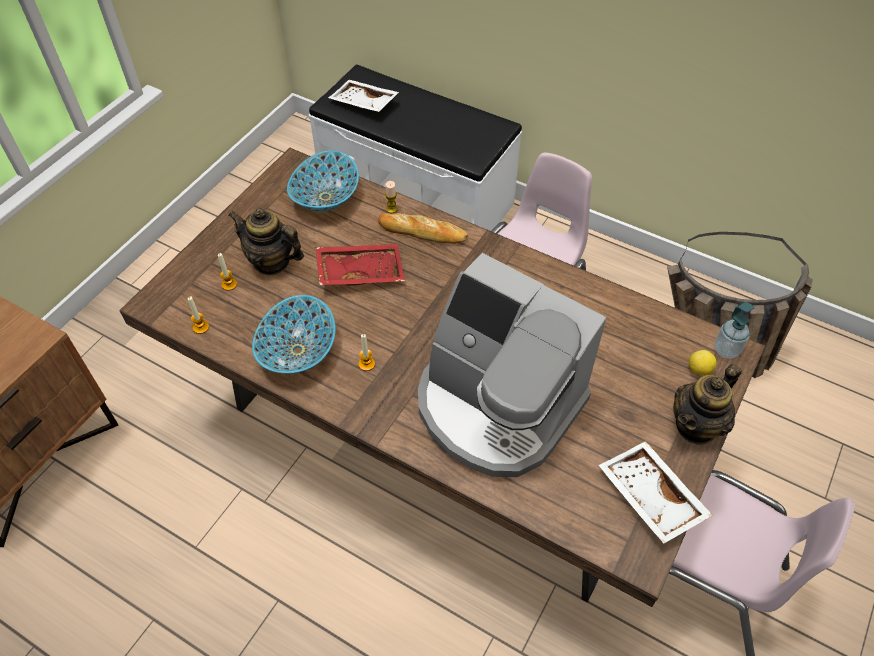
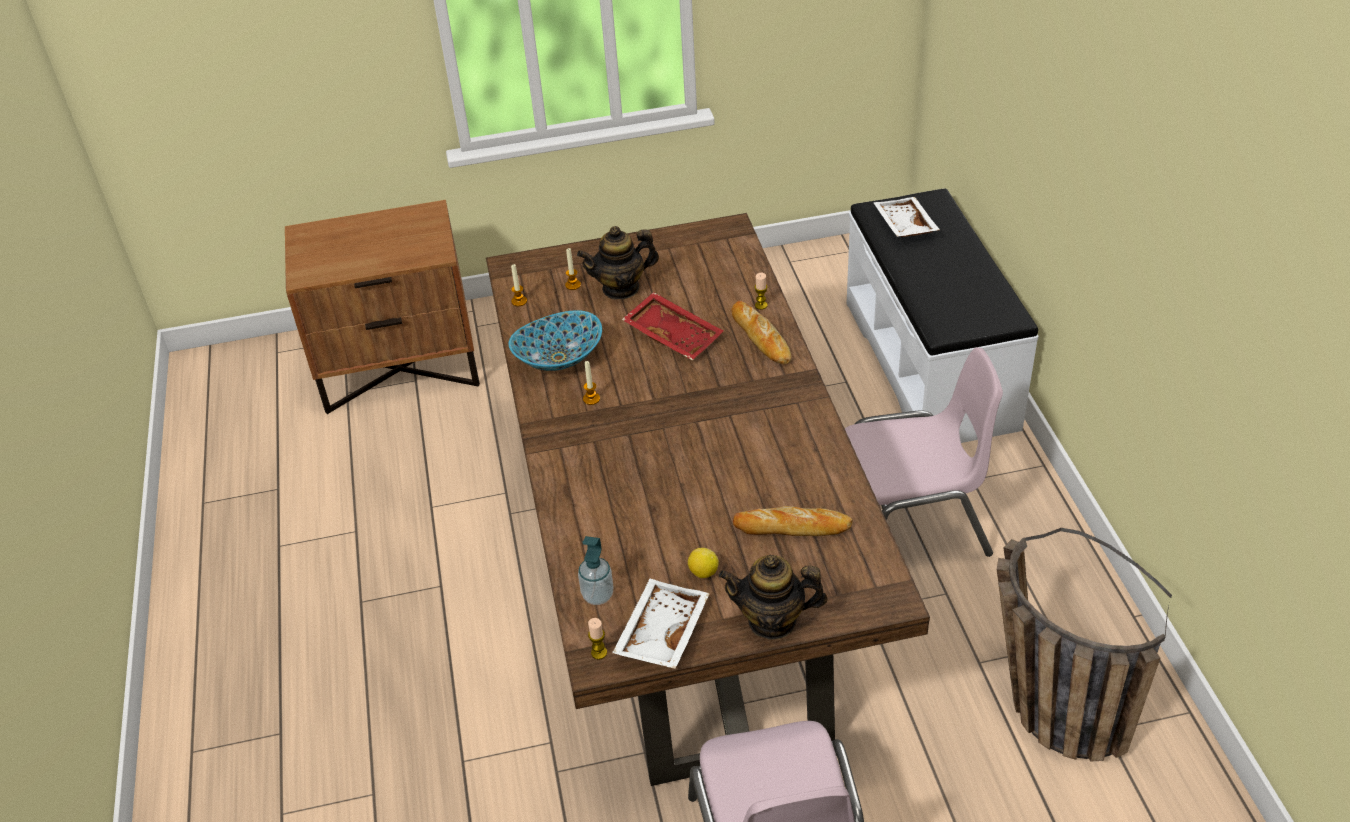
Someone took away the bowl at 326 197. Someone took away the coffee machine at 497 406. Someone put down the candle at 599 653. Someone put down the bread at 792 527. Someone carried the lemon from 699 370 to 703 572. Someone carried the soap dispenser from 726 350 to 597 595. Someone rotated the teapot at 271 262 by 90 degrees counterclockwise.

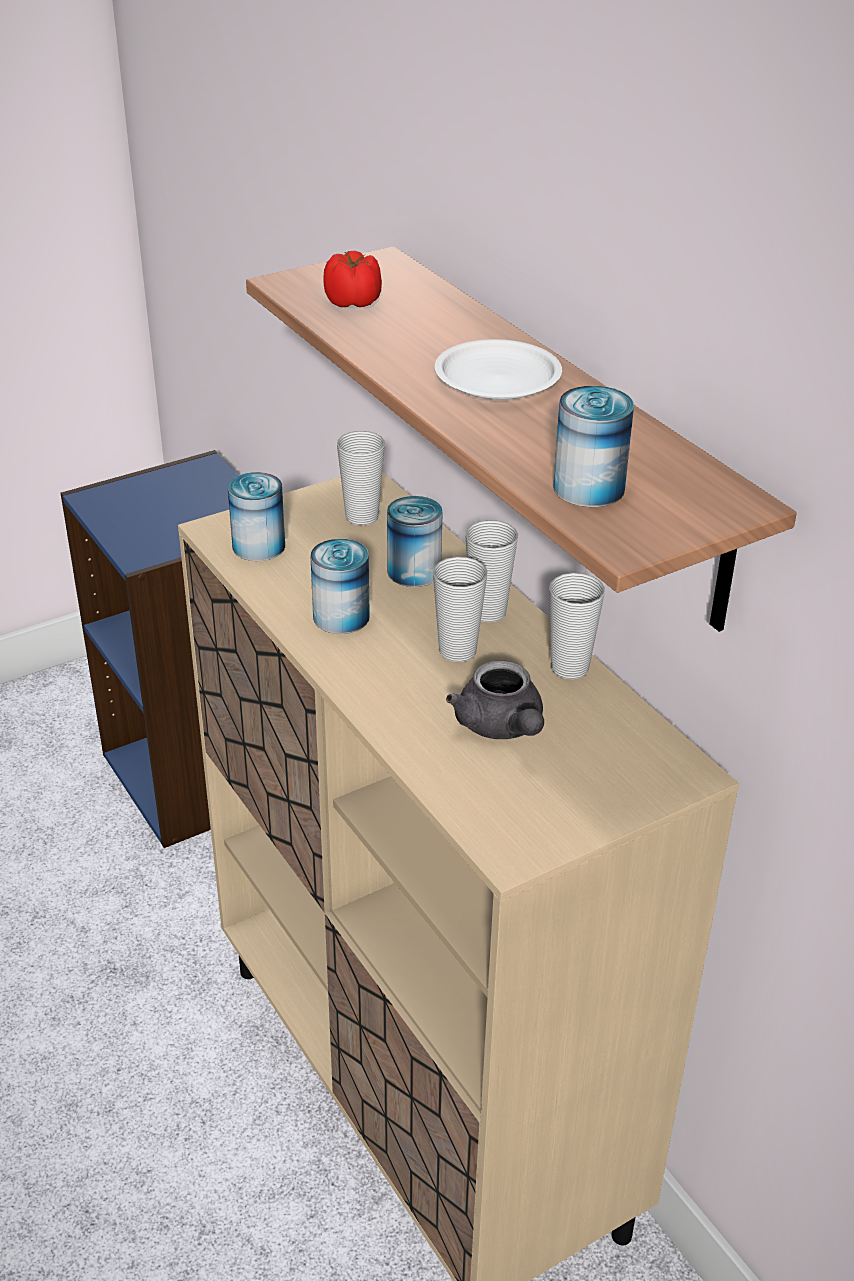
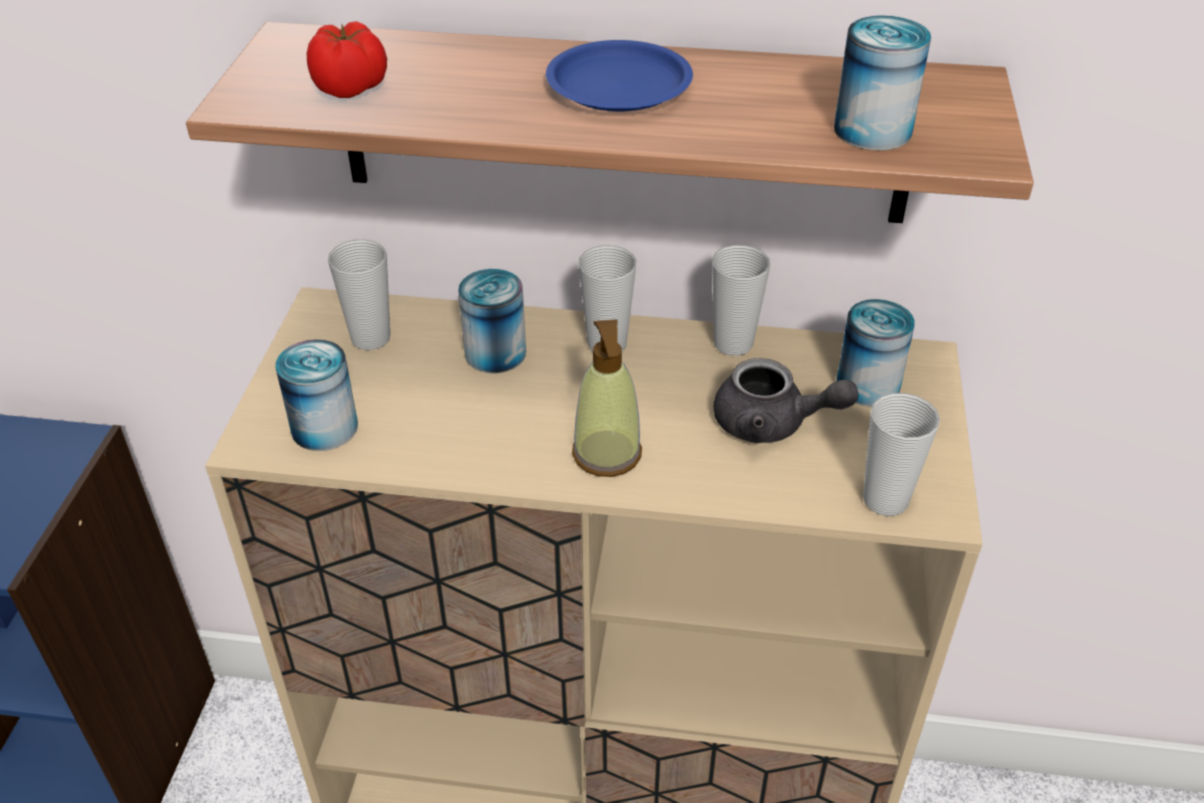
Someone put down the soap dispenser at 607 454. Someone carried the can from 341 617 to 867 385. Someone carried the cup from 457 651 to 885 500. Someone repainted the white plate at 498 379, which became the blue plate at 620 86.

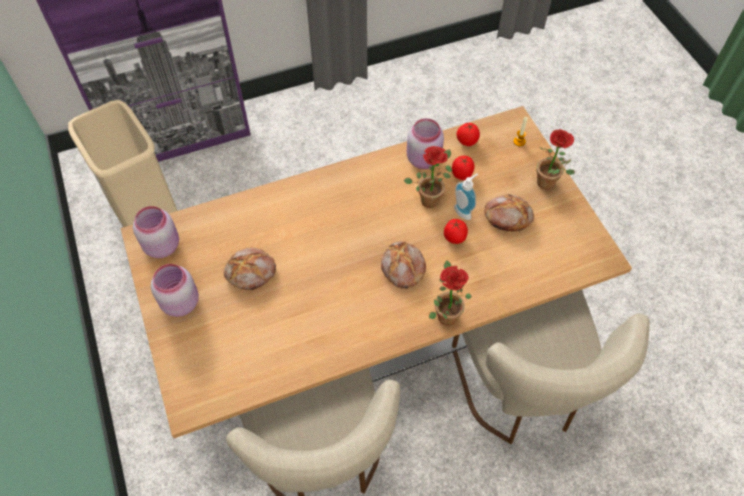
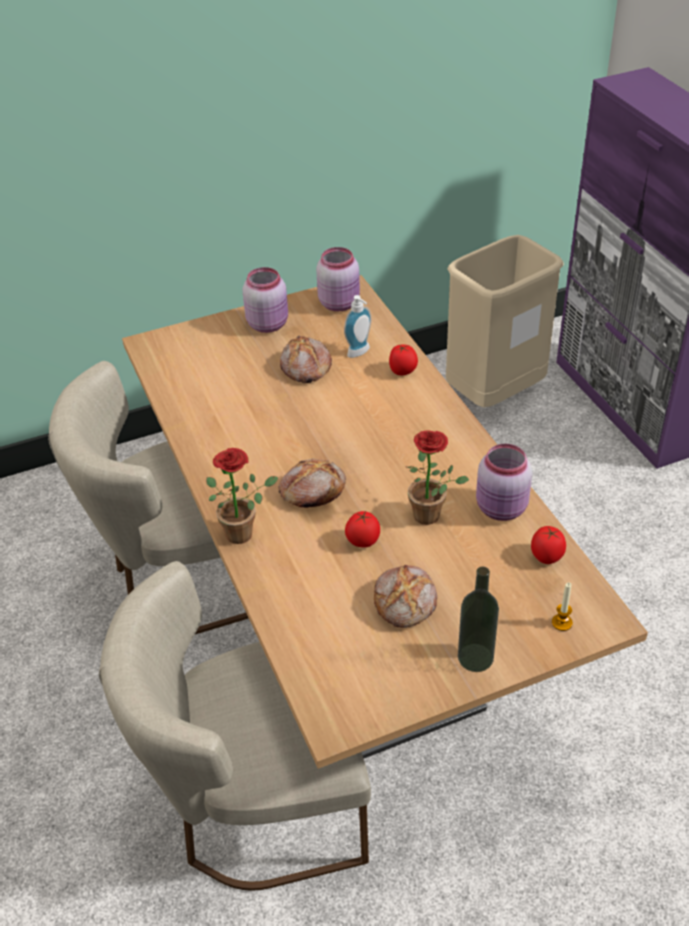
Someone carried the tomato from 462 174 to 403 371. Someone carried the soap dispenser from 464 211 to 360 353. Someone swapped the potted plant at 548 184 for the bottle at 475 657.

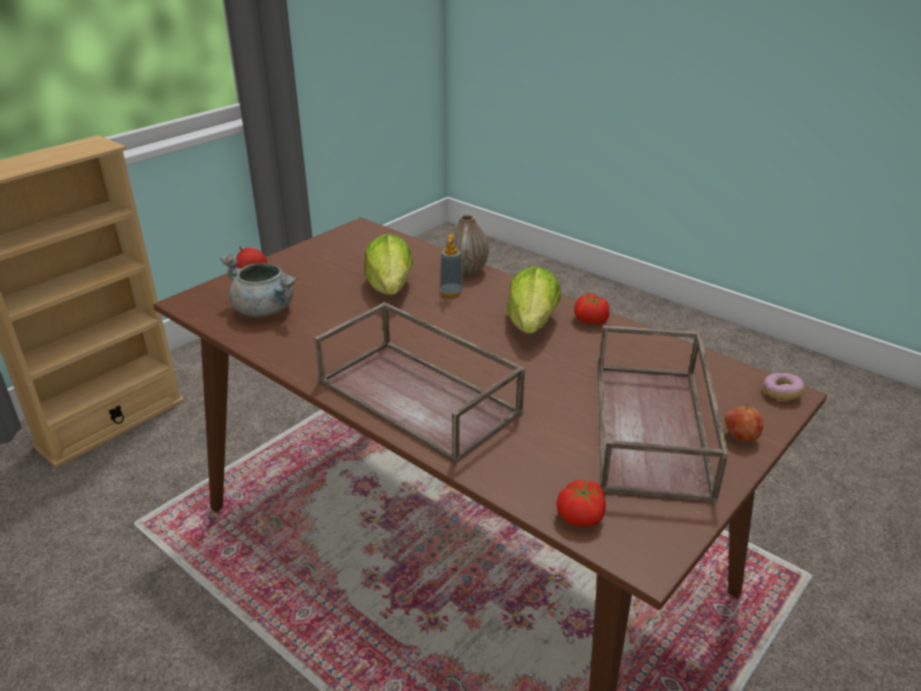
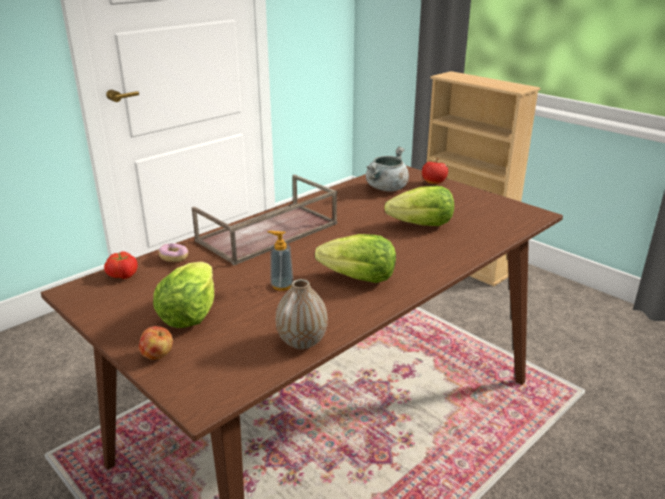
Someone took away the tomato at 590 320. Someone carried the soap dispenser from 451 292 to 282 286. Someone carried the vase from 467 270 to 302 341. Someone carried the donut from 781 393 to 174 258. Someone swapped the brown tray at 653 430 for the lettuce at 189 315.

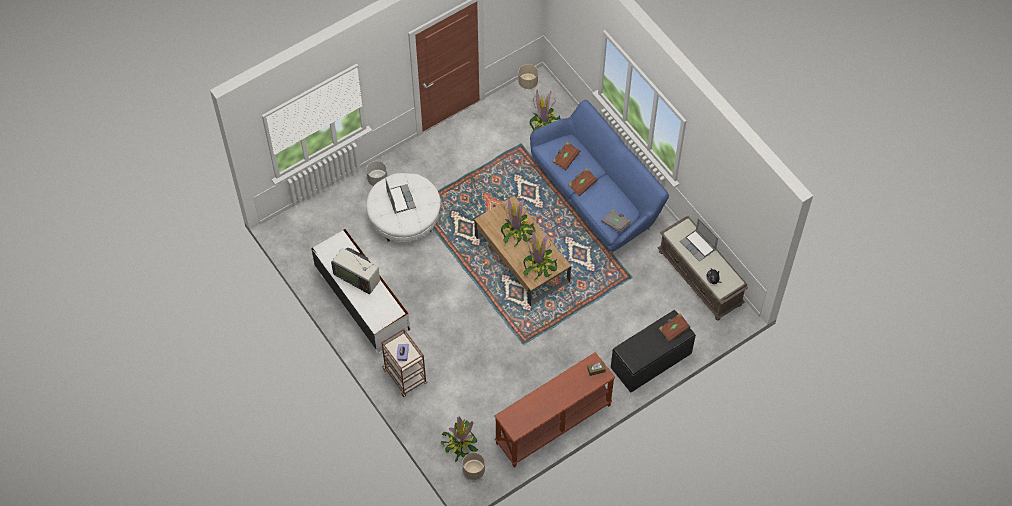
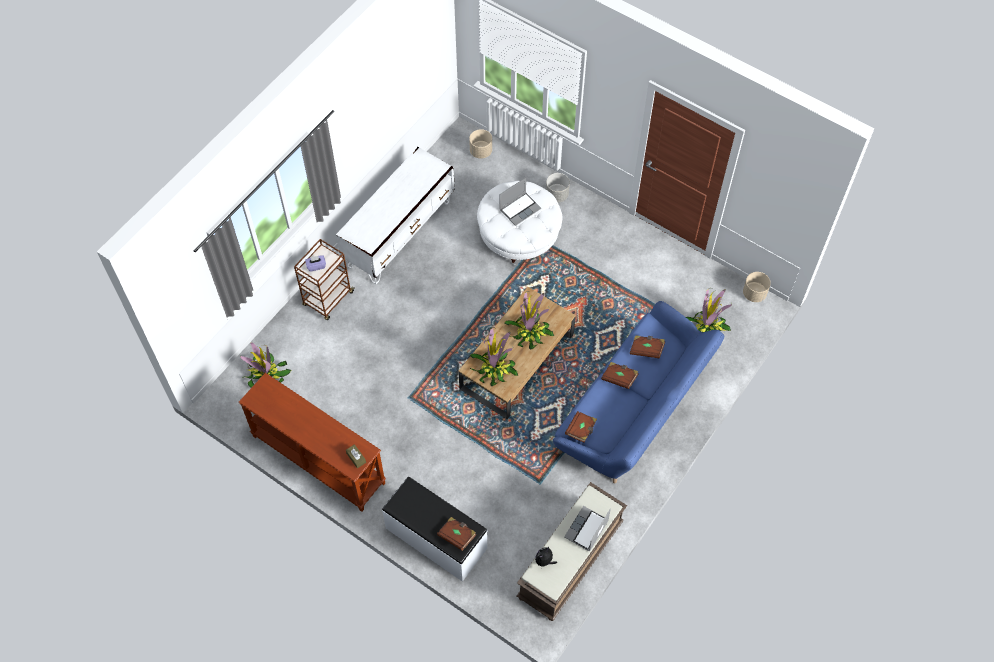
Someone took away the television at 357 276. Someone carried the beige planter from 474 470 to 481 151. Someone repainted the grey book at 616 224, which became the brown book at 581 430. Someone repainted the black bench at 651 361, which became the white bench at 436 539.

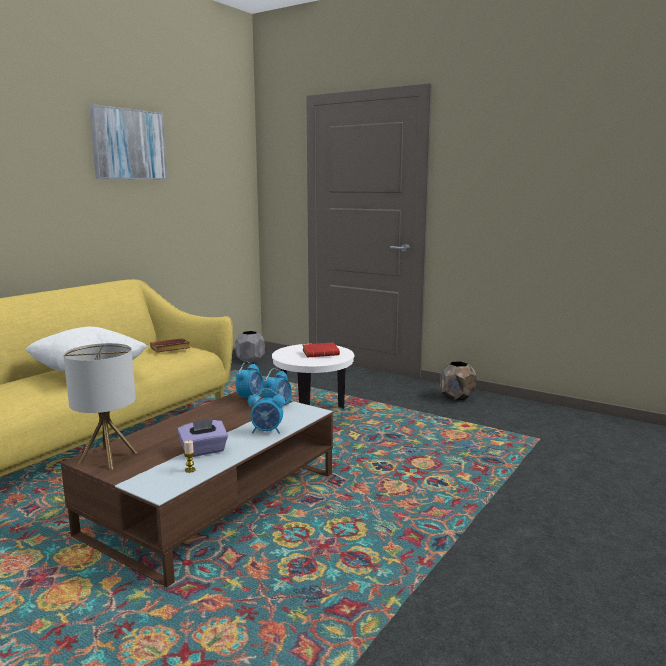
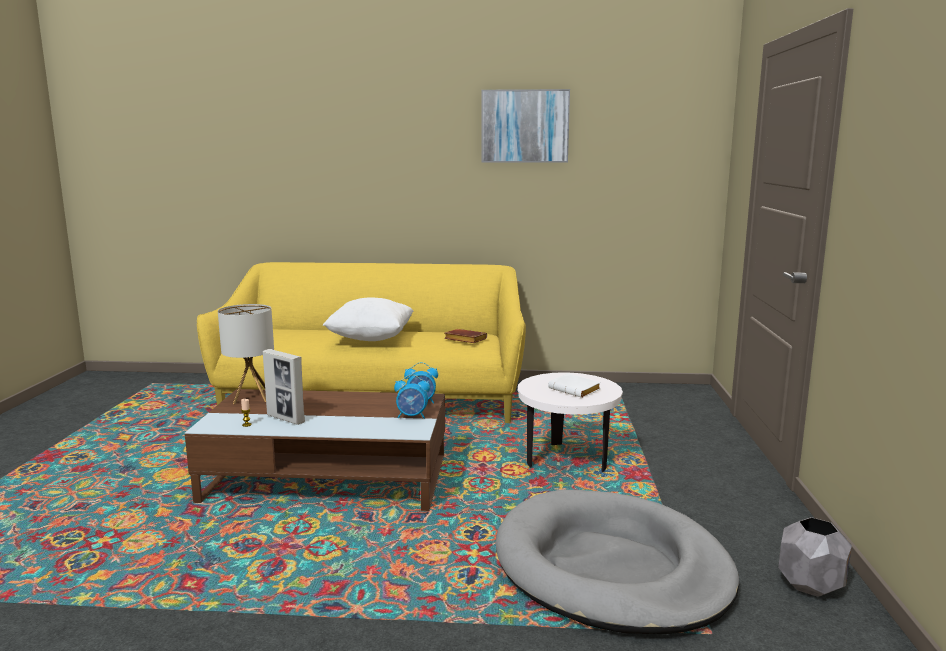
Someone took away the alarm clock at 267 431. Someone took away the brown planter at 457 397. Someone put down the grey dog bed at 611 568. Someone carried the grey planter from 250 360 to 811 585. Someone swapped the purple tissue box at 203 451 for the picture frame at 285 419. Someone repainted the red book at 321 353, which became the white book at 576 390.

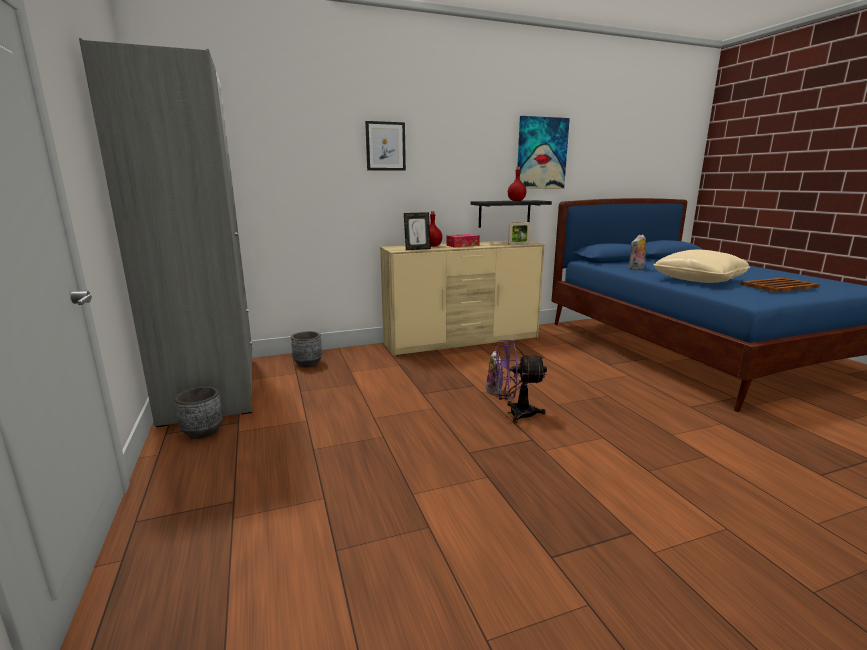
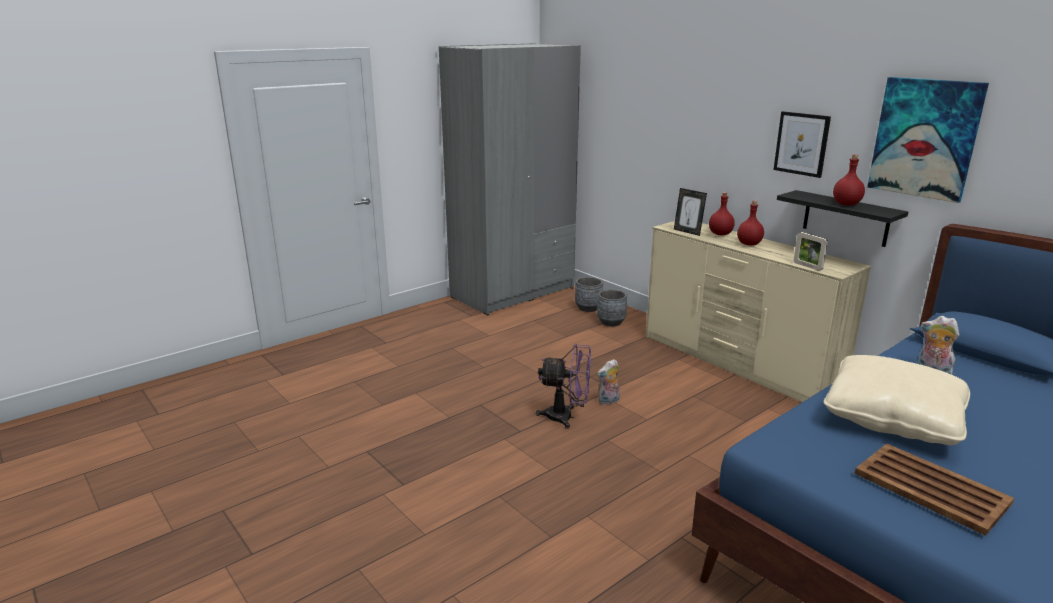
Someone carried the grey planter from 203 432 to 611 322. Someone carried the picture from 385 146 to 801 144. Someone swapped the tissue box at 462 245 for the red bottle at 749 244. Someone rotated the purple fan at 515 413 by 120 degrees clockwise.

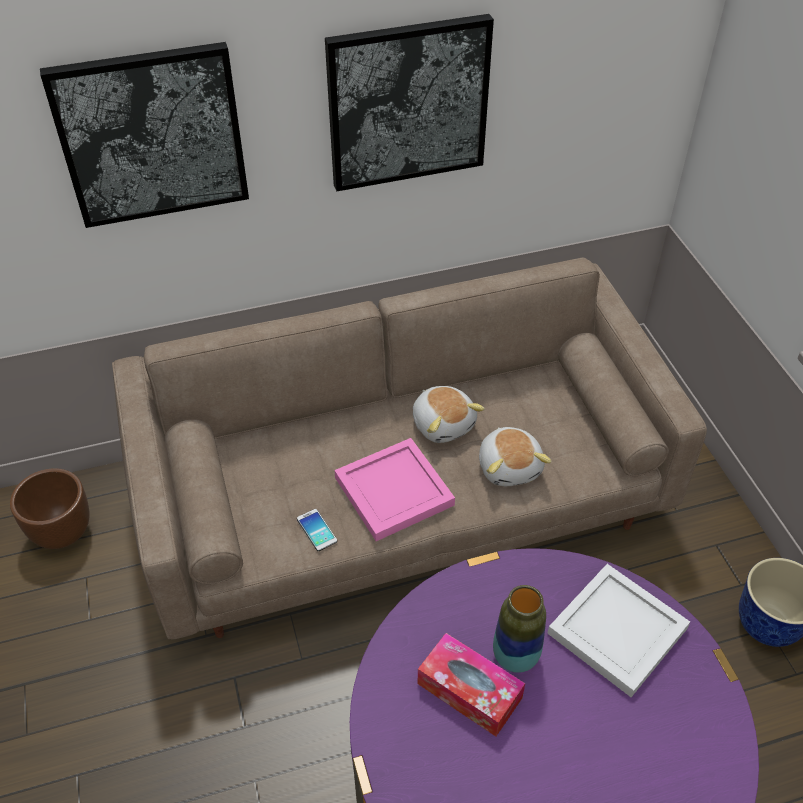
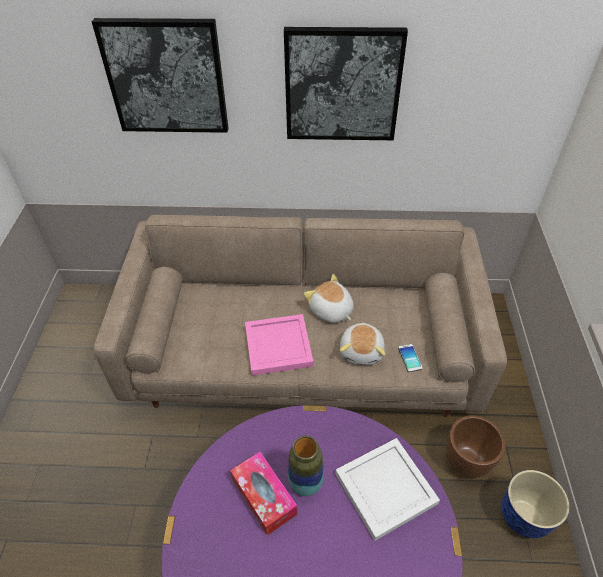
Someone carried the brown planter from 62 534 to 466 461. Someone carried the phone from 316 530 to 409 358. Someone rotated the plush toy at 443 424 by 150 degrees clockwise.

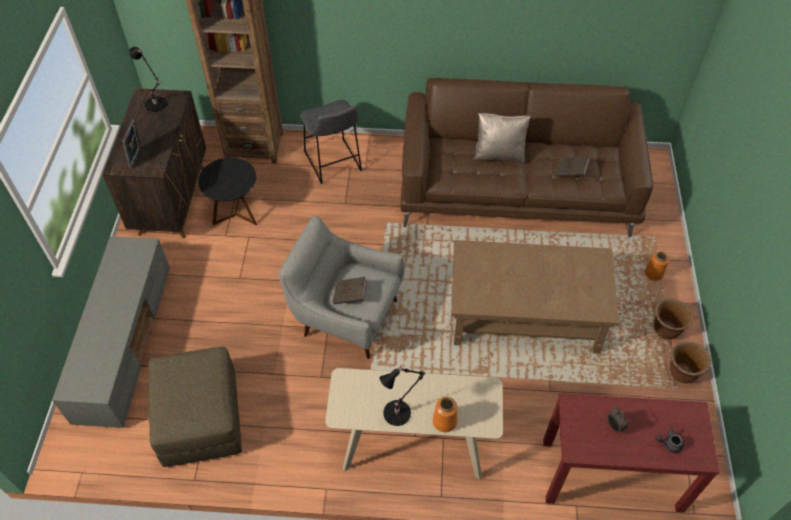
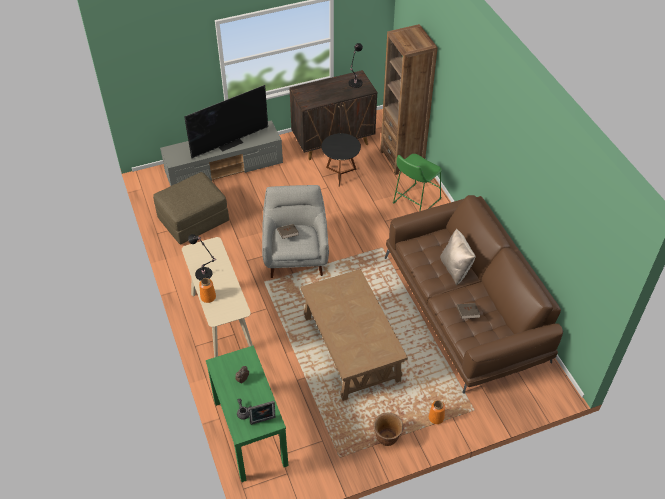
Someone took away the brown planter at 681 373. Someone put down the television at 230 143. Someone carried the picture frame from 137 158 to 263 421. Someone repainted the grey stool at 333 163, which became the green stool at 415 202. Someone repainted the red console table at 611 475, which became the green console table at 249 432.

